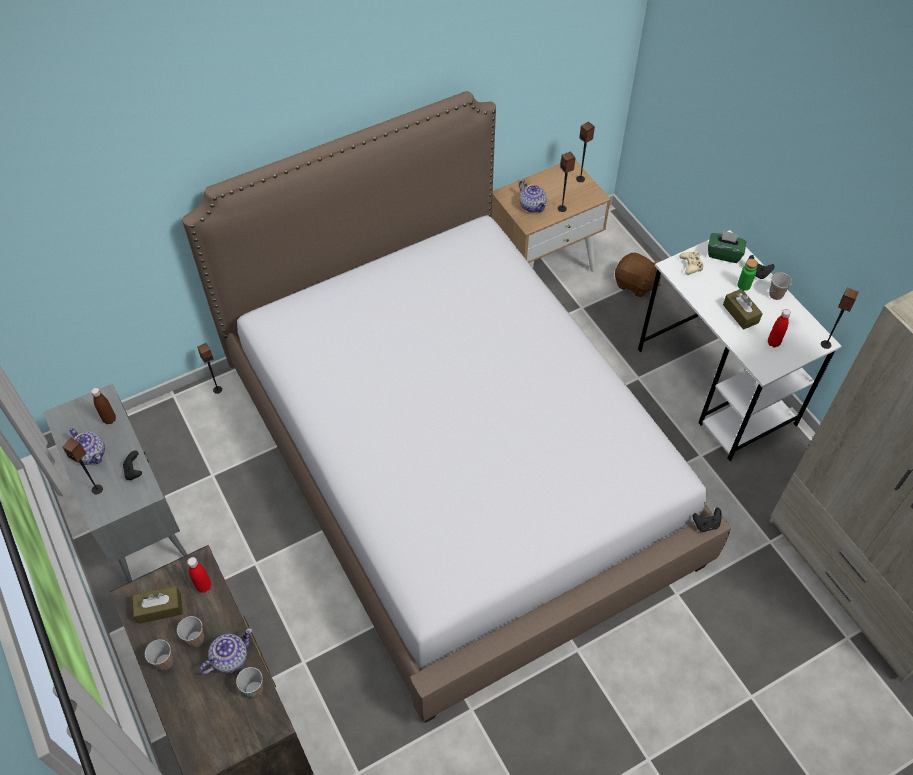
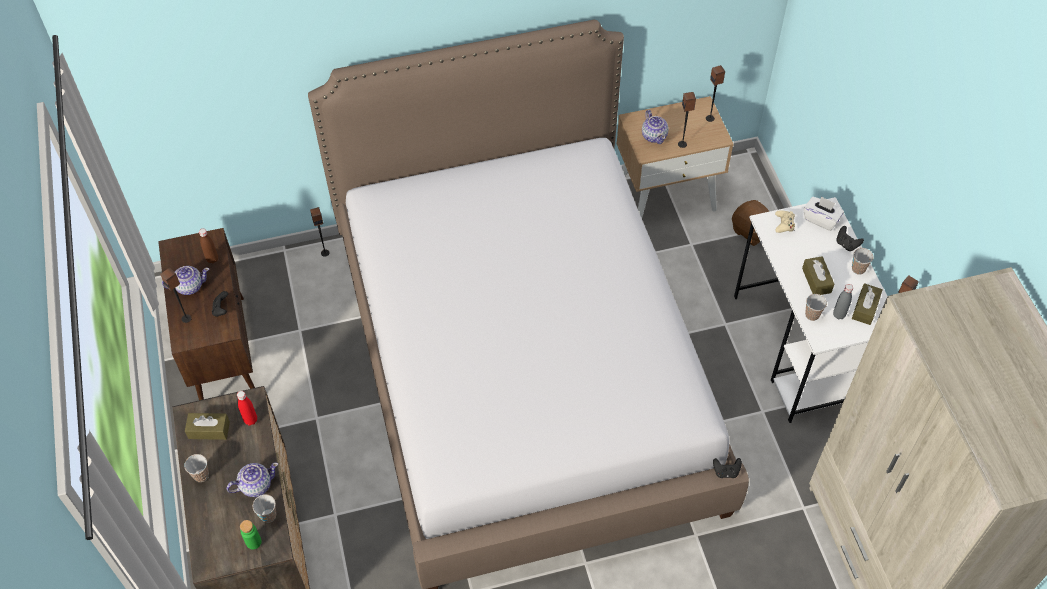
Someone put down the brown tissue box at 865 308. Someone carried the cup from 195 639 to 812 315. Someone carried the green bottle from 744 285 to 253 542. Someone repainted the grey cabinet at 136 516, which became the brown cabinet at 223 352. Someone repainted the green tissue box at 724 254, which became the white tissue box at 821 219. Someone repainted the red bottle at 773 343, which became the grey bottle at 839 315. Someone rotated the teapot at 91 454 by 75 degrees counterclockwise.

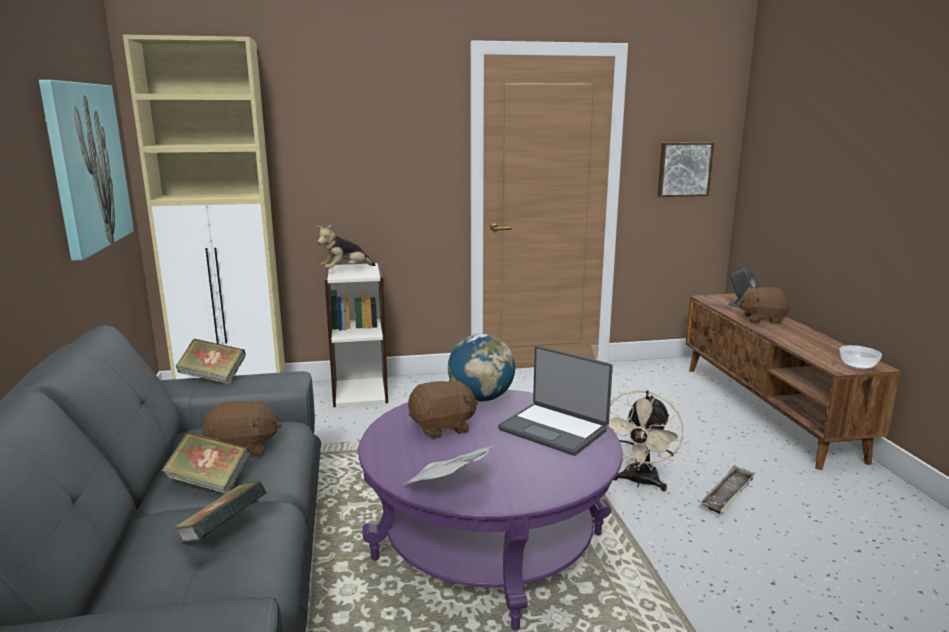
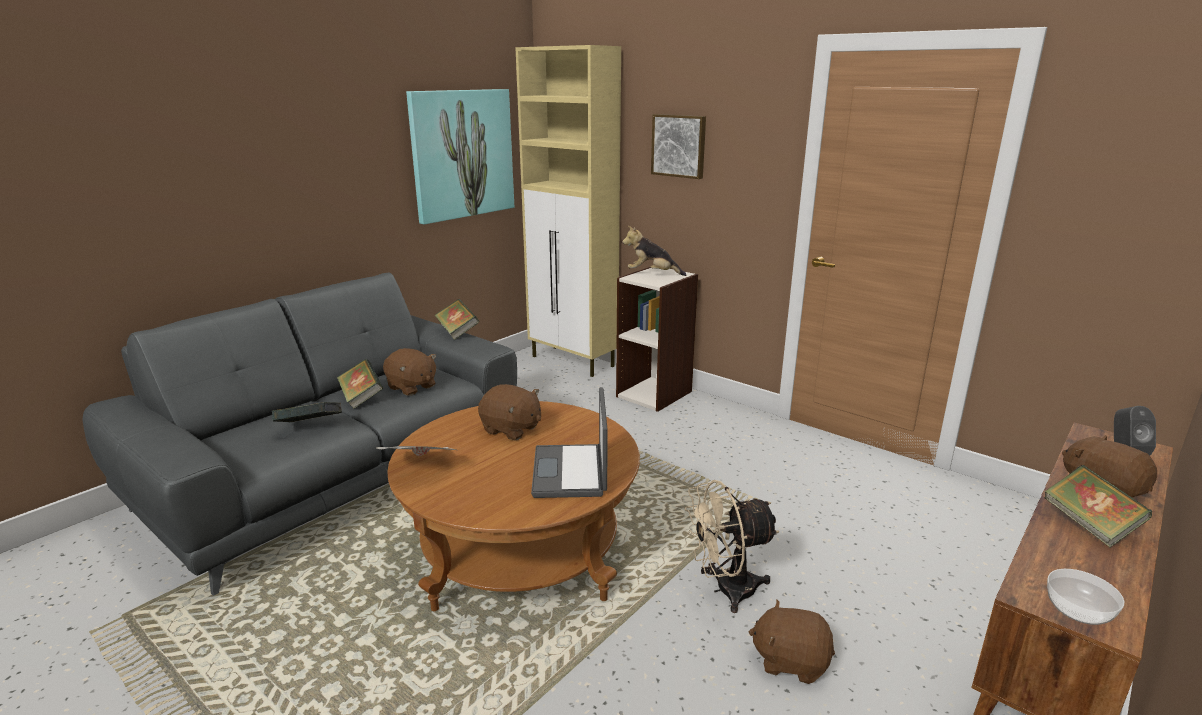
Someone took away the globe at 481 398. Someone put down the book at 1089 525. Someone carried the picture from 684 169 to 679 146. Someone swapped the tray at 728 494 for the brown plush toy at 790 661. Someone repainted the purple coffee table at 488 546, which became the brown coffee table at 521 551.

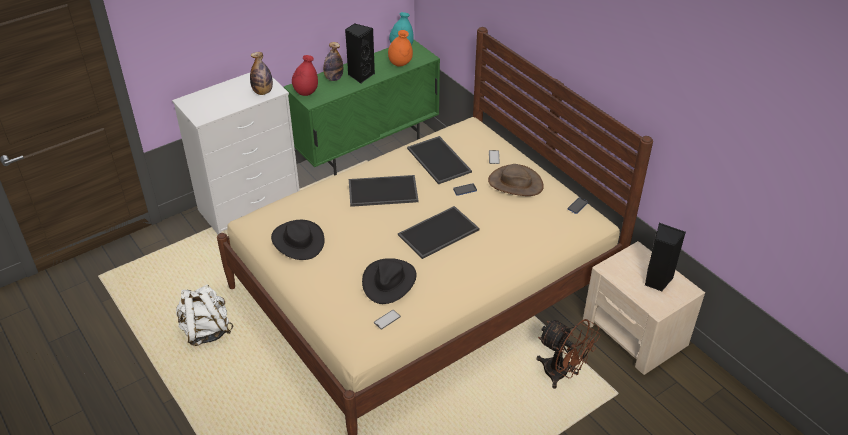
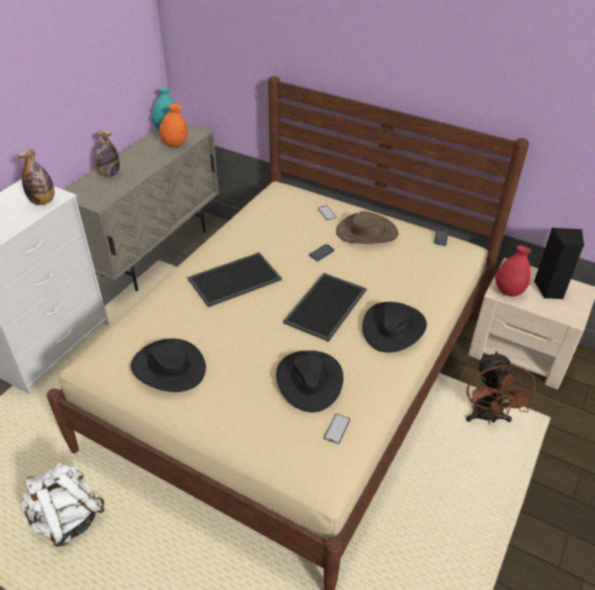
Someone took away the black speaker at 360 75. Someone took away the tray at 440 160. Someone put down the black hat at 393 327. Someone carried the red vase from 306 92 to 508 291. Someone repainted the green cabinet at 367 152, which became the beige cabinet at 155 252. Someone rotated the brown fan at 562 374 by 75 degrees clockwise.

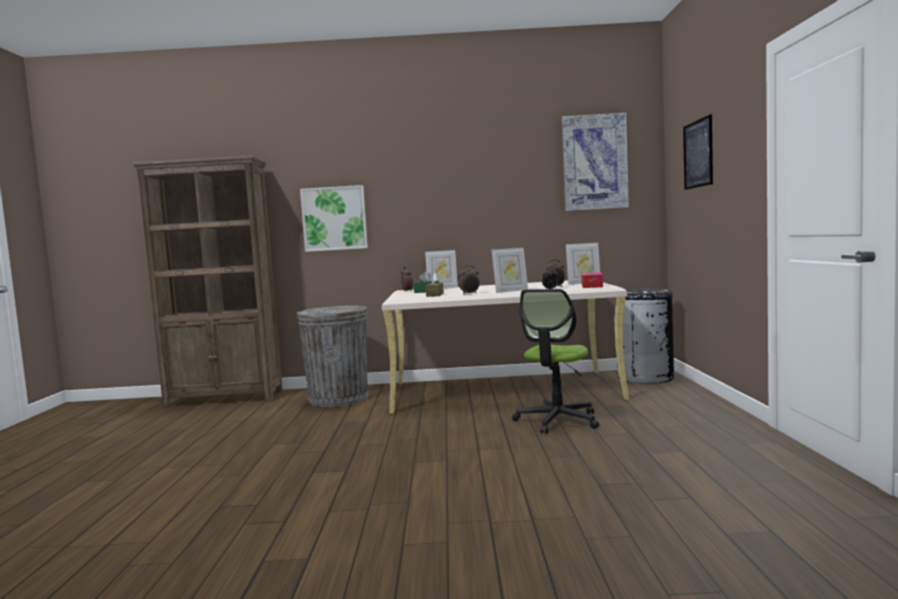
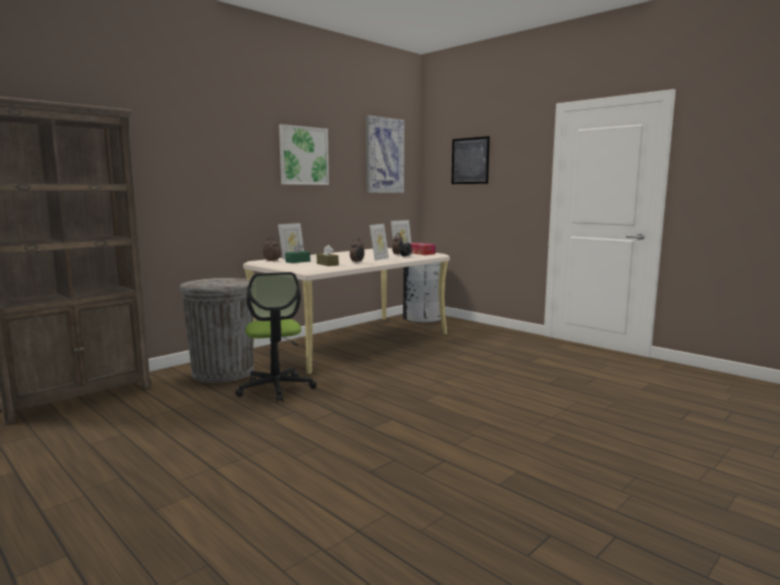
Someone carried the picture from 334 218 to 303 156. Someone carried the office chair from 557 421 to 276 388.

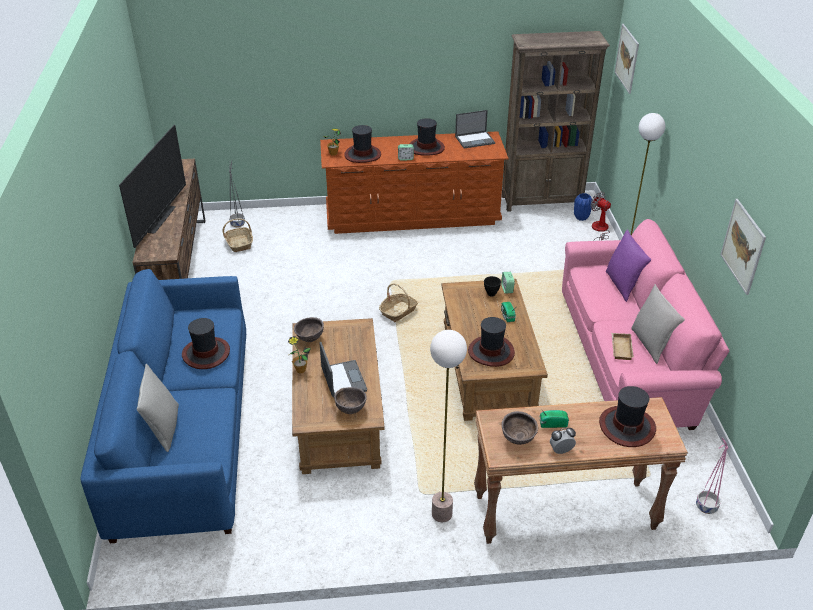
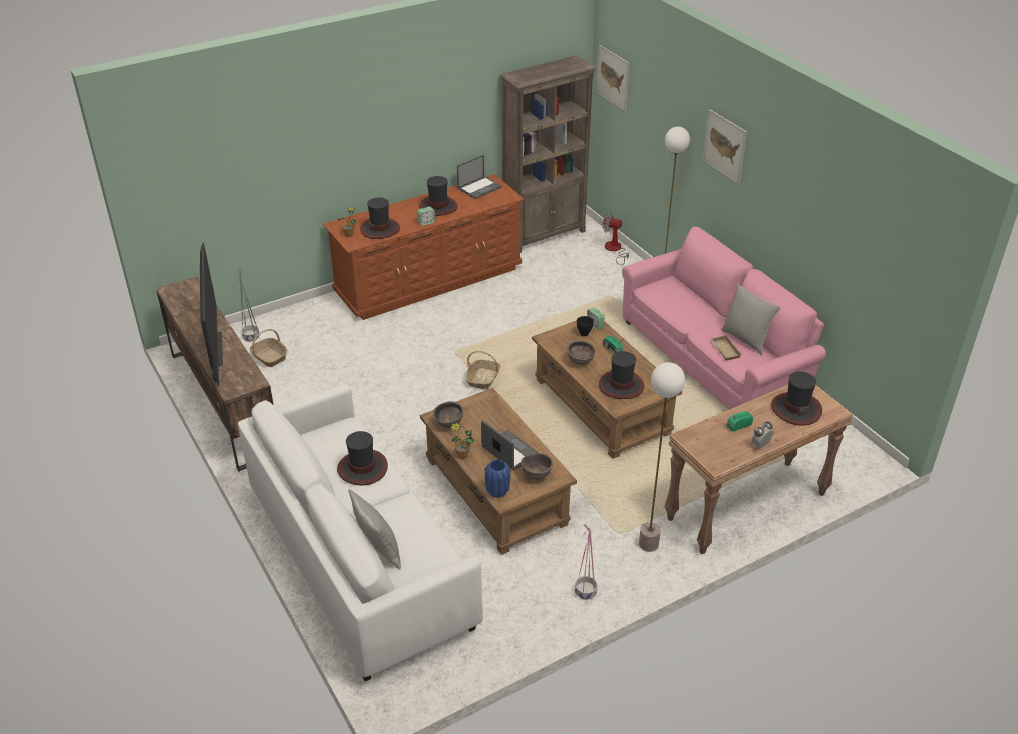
Someone took away the purple pillow at 622 285. Someone carried the brown bowl from 517 439 to 580 362. Someone carried the blue vase from 581 217 to 497 492. Someone carried the pink planter from 705 506 to 585 592. Someone carried the picture from 743 246 to 724 146. Someone repainted the blue sofa at 184 434, which became the white sofa at 359 558.

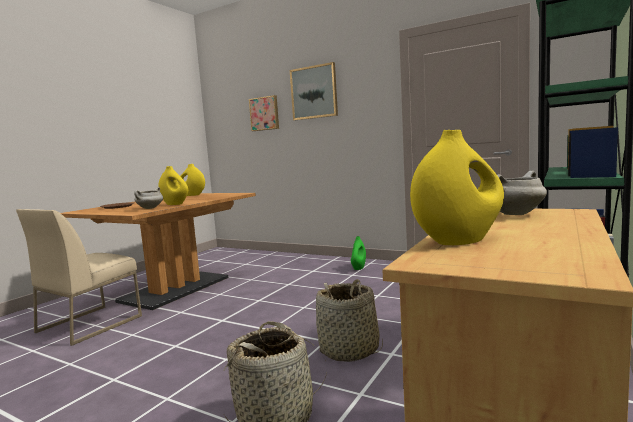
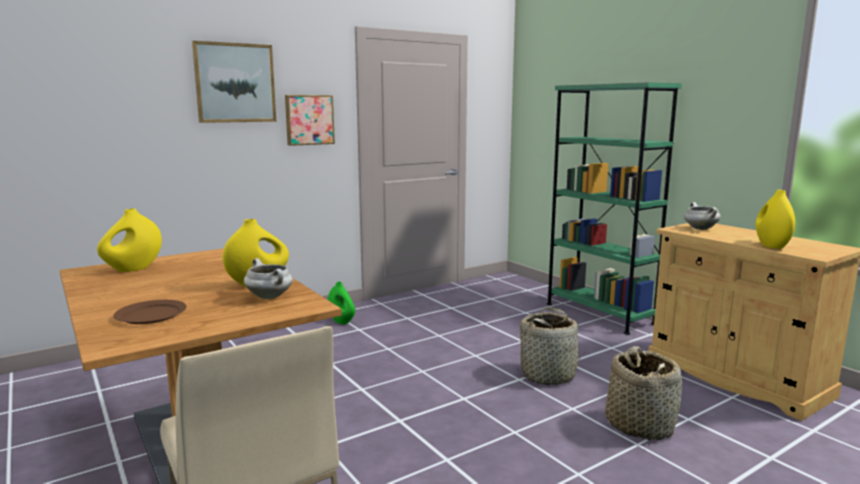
Someone carried the picture from 265 113 to 309 120.

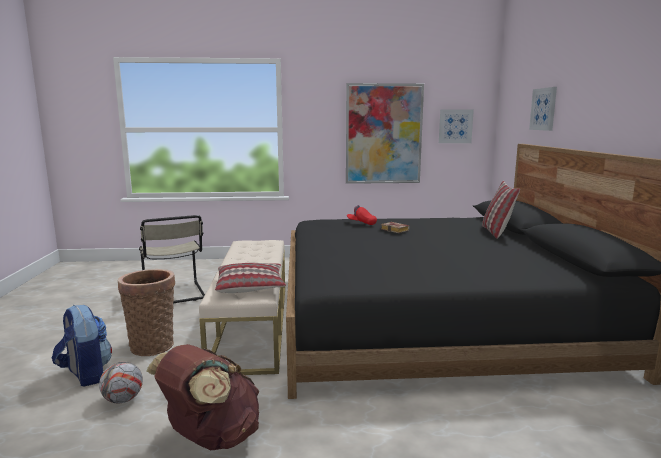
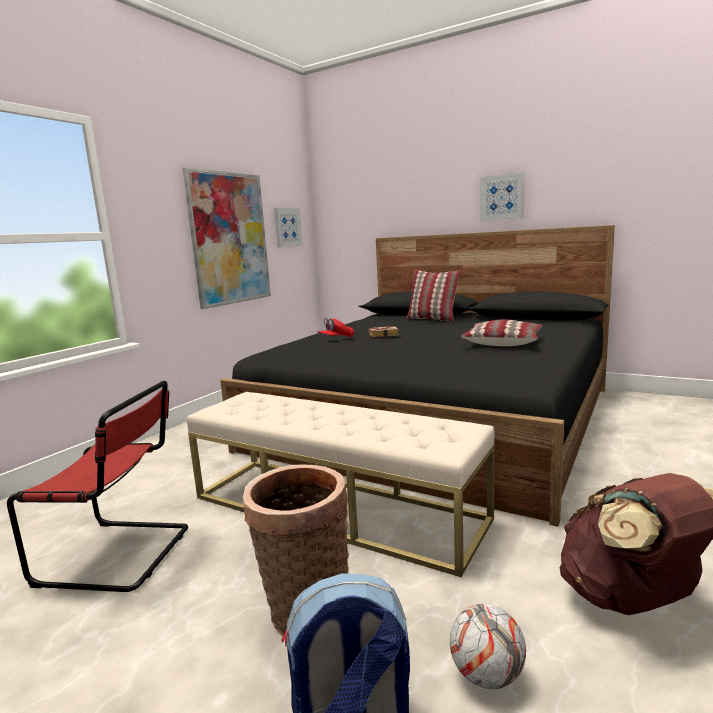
Someone carried the pillow from 250 286 to 503 342. Someone carried the picture from 543 109 to 502 197. Someone repainted the beige chair at 175 295, which became the red chair at 120 555.

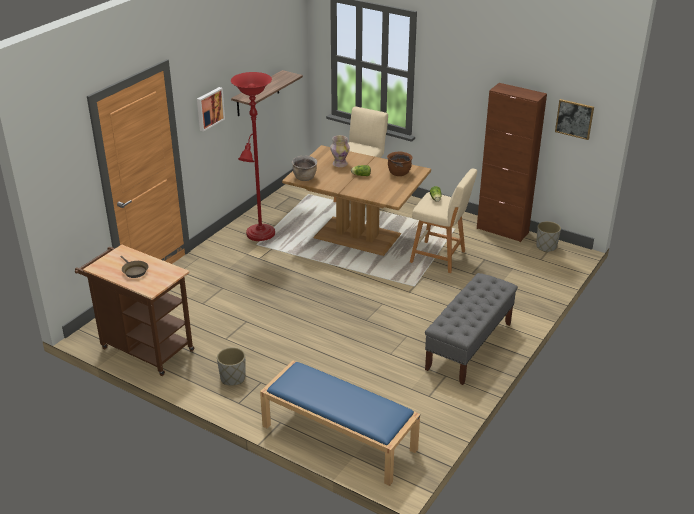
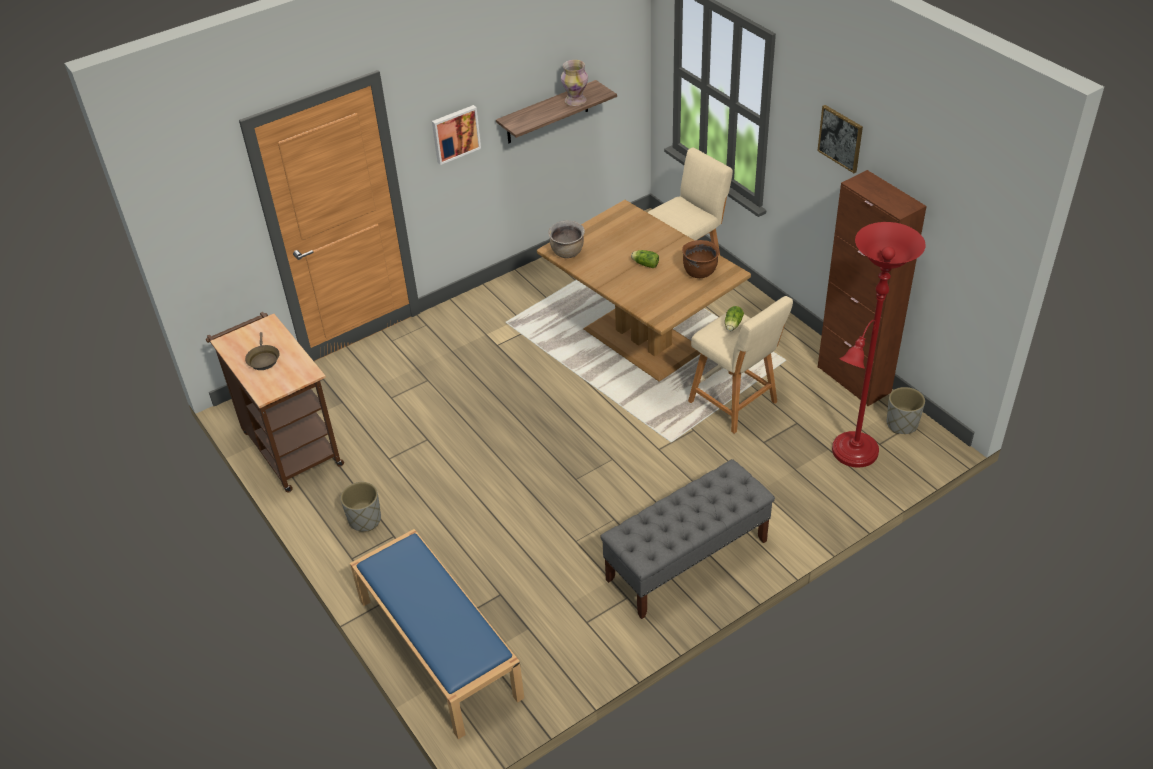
Someone carried the red floor lamp from 259 235 to 852 454. Someone carried the vase from 339 164 to 575 100. Someone carried the picture from 574 119 to 840 138.

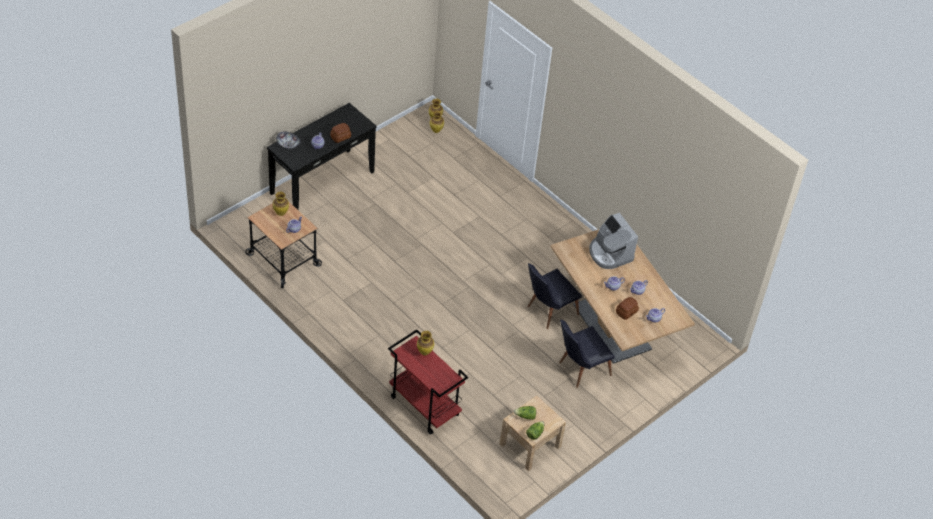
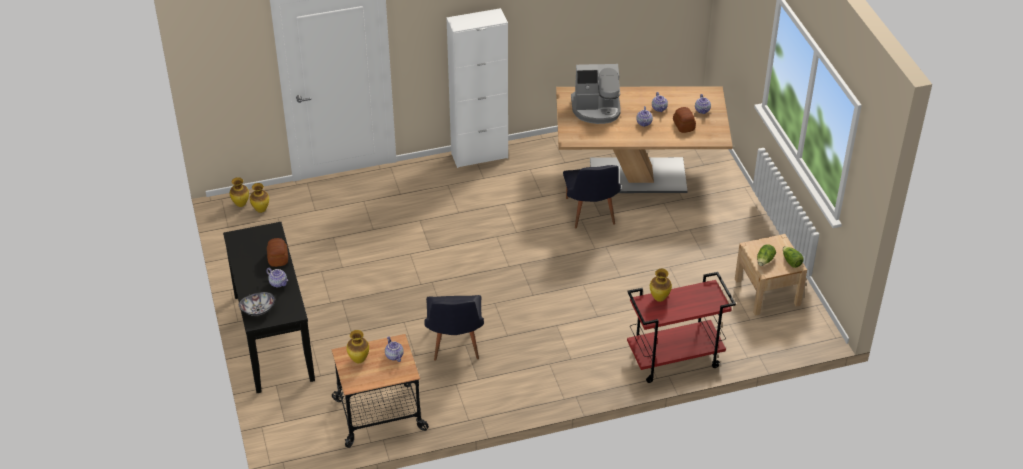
Someone put down the white cabinet at 479 155. Someone carried the black chair from 579 369 to 455 346.

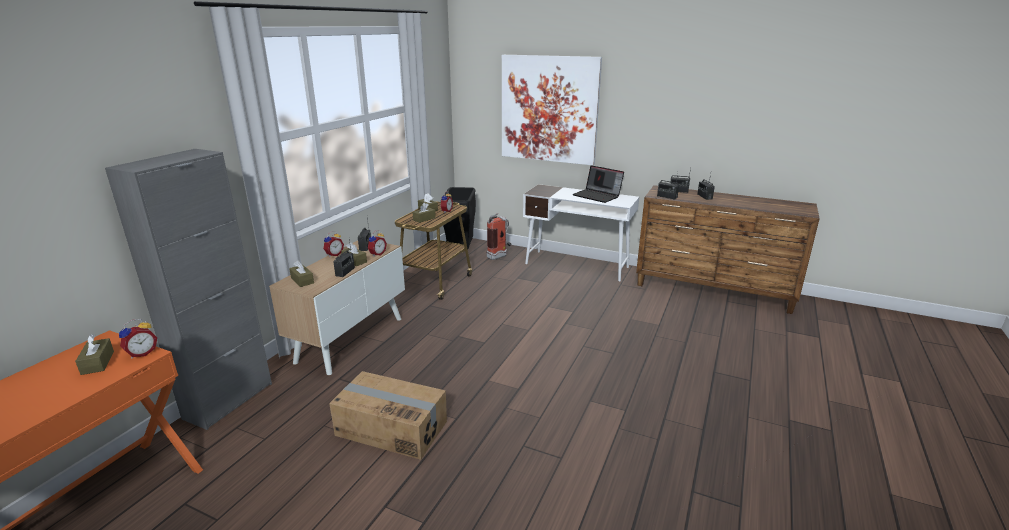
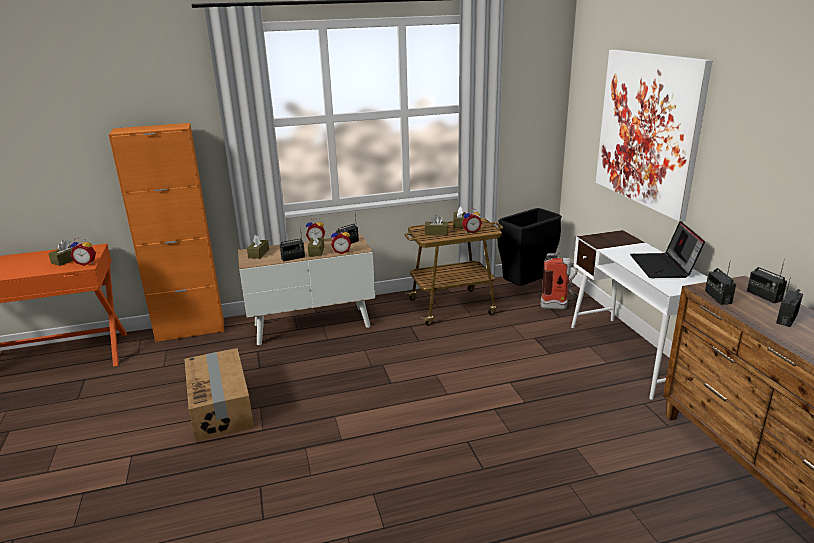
Someone repainted the grey cabinet at 228 400, which became the orange cabinet at 190 330.

